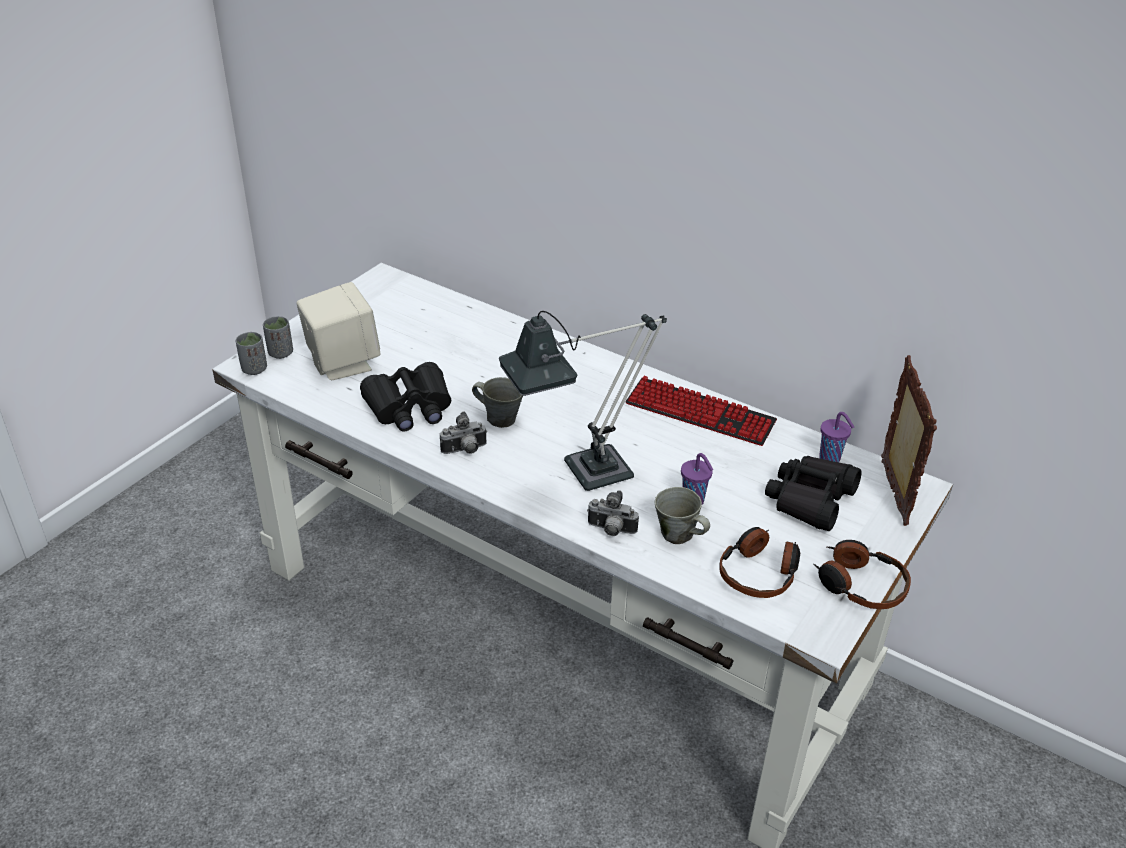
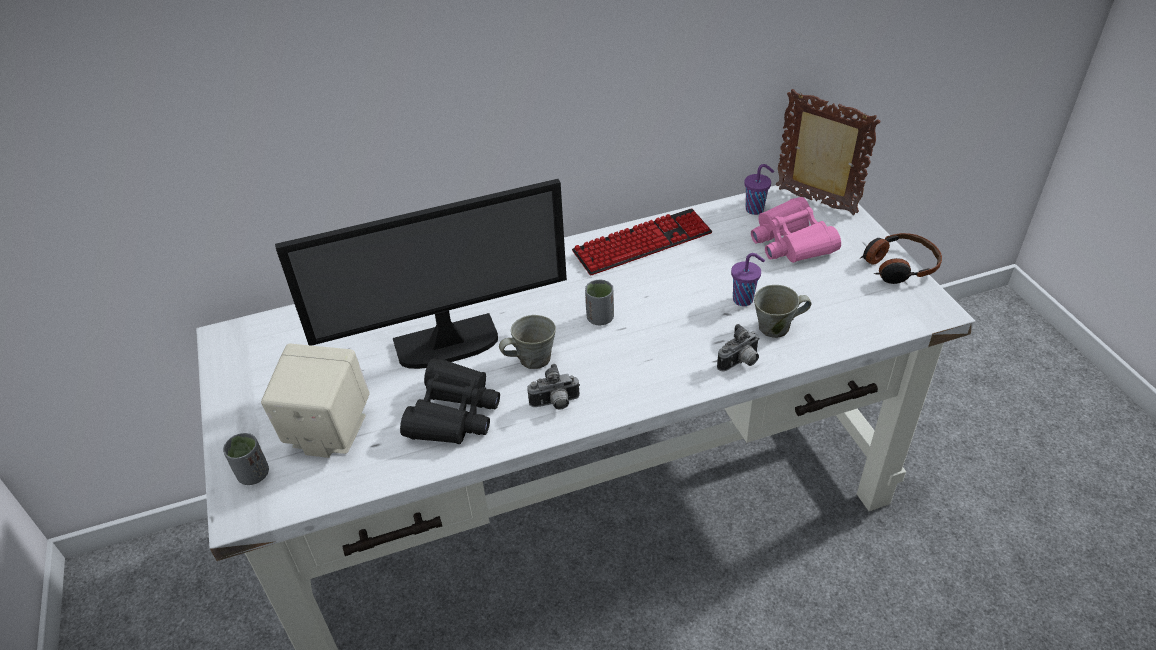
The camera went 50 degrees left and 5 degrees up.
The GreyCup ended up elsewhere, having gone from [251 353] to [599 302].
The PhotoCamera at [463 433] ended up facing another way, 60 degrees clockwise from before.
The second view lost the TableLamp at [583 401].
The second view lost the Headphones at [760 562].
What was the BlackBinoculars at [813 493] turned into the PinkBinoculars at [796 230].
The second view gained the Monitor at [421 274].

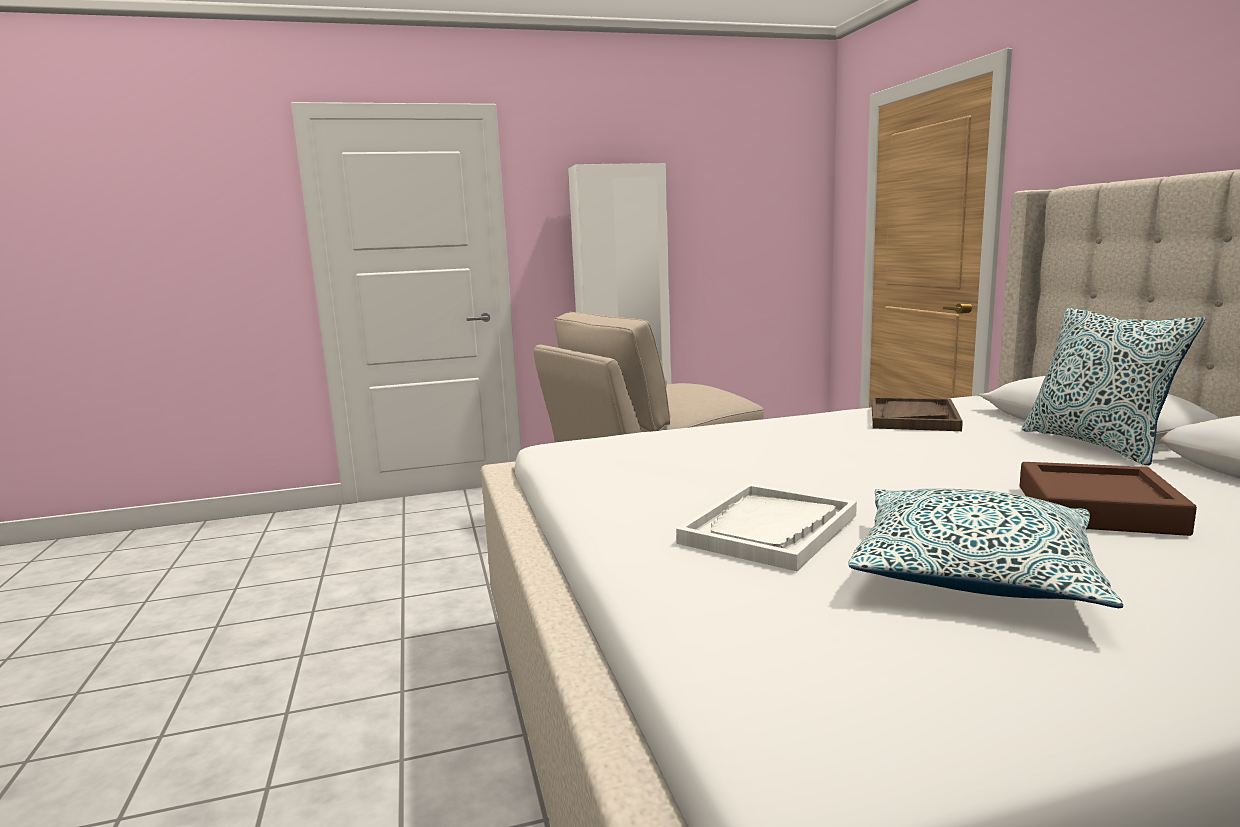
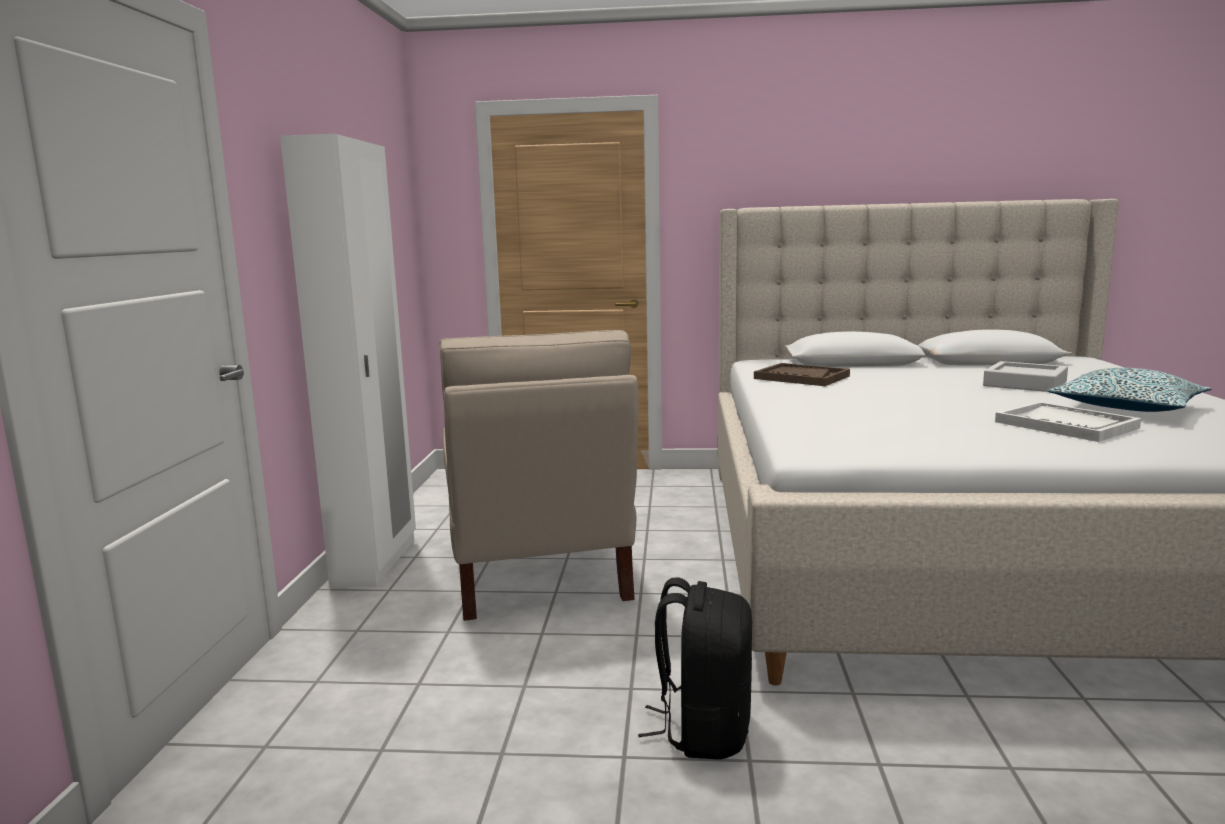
The camera went 70 degrees left and 0 degrees up.
What was the BrownTray at [1108 499] turned into the GreyTray at [1025 376].
The second view lost the Pillow at [1113 386].
The second view gained the BlackBackpack at [695 669].

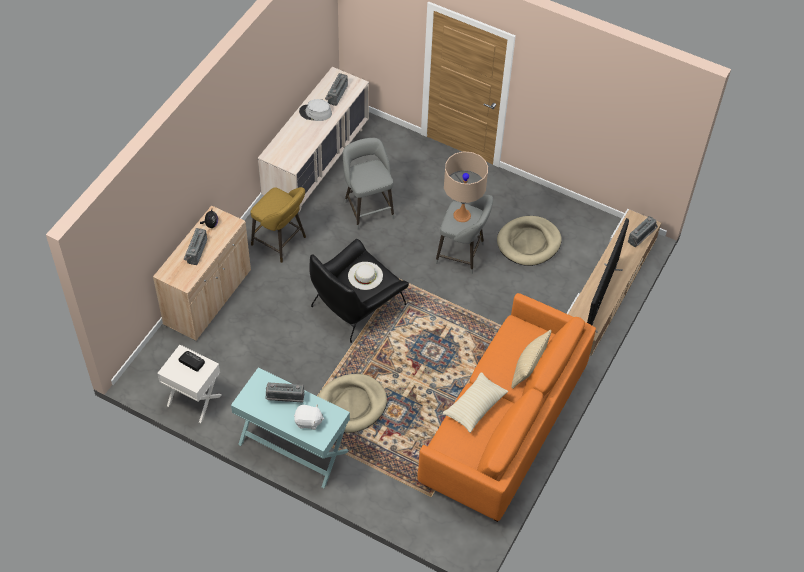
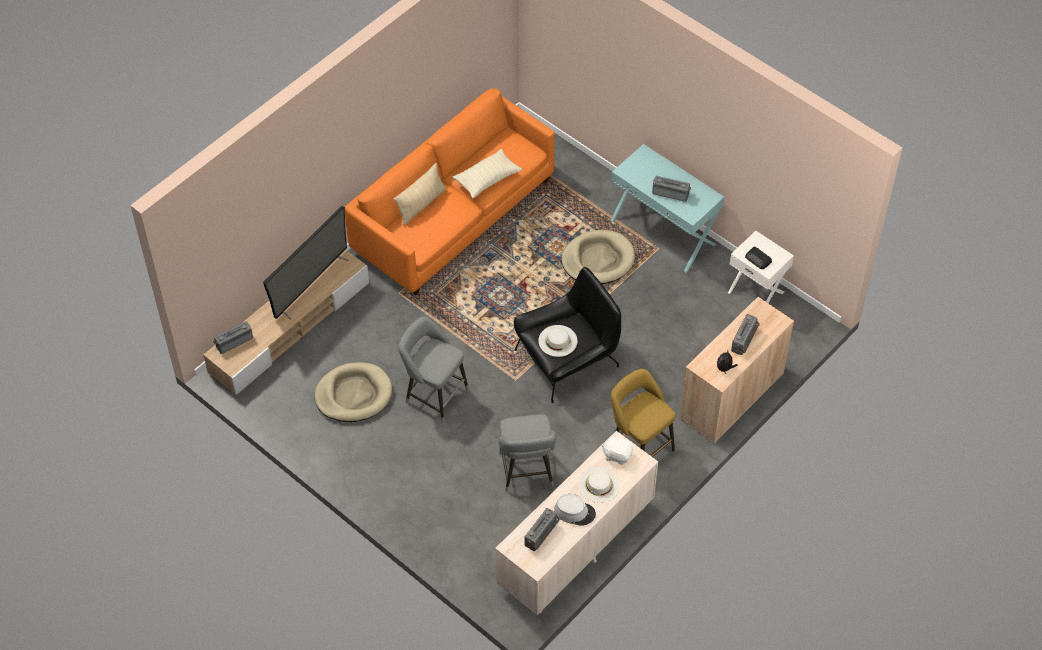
The camera went 165 degrees left and 0 degrees up.
The WhitePlushToy ended up elsewhere, having gone from [309 417] to [617 449].
The second view lost the BeigeTableLamp at [466 186].
The second view gained the WhiteHat at [599 484].

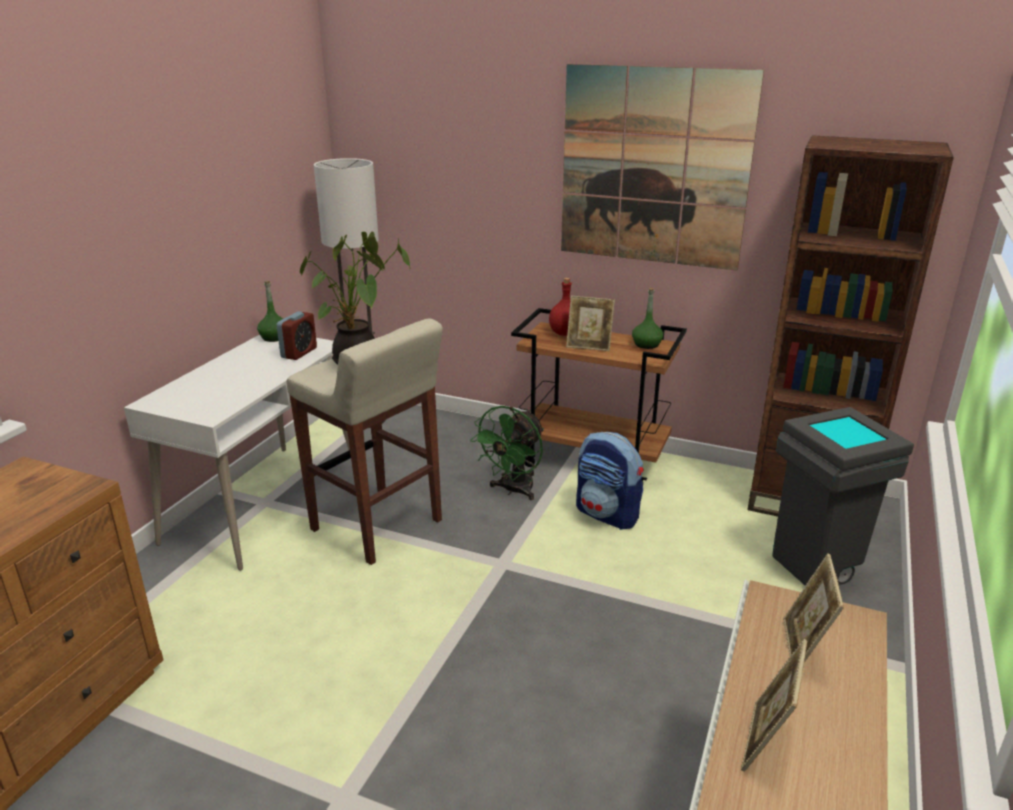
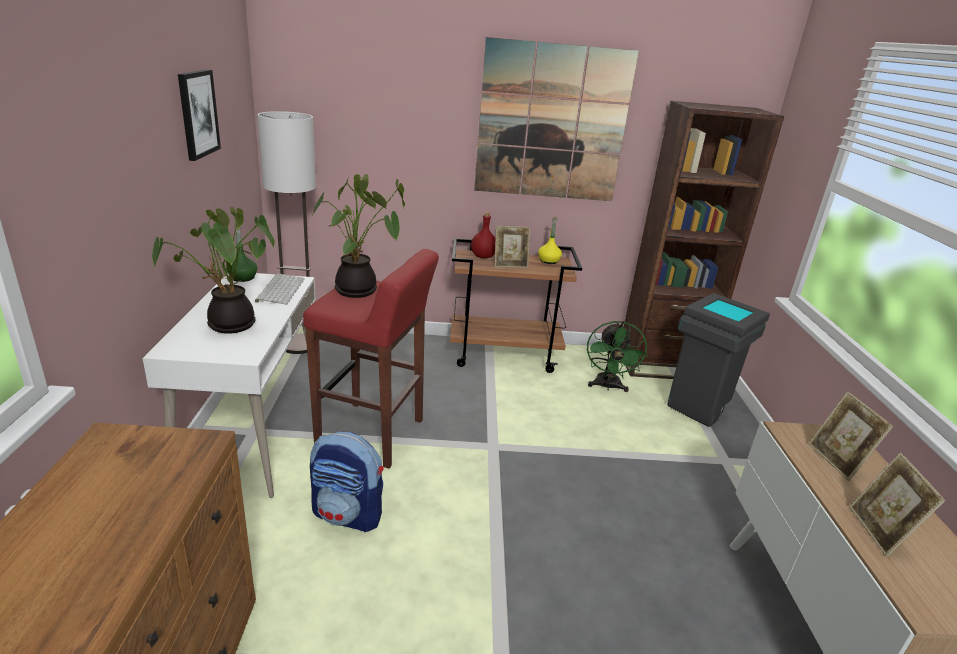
The camera went 25 degrees left and 0 degrees up.
Where the AlarmClock stood at [296 335], the Keyboard came to stand at [280 289].
What was the BeigeStool at [365 441] turned into the RedStool at [371 359].
The GreenFan ended up elsewhere, having gone from [507 453] to [617 356].
The Backpack ended up elsewhere, having gone from [610 481] to [347 481].
What was the GreenBottle at [647 318] turned into the YellowBottle at [550 240].
The second view gained the PottedPlant at [213 270].
The second view gained the Picture at [199 115].

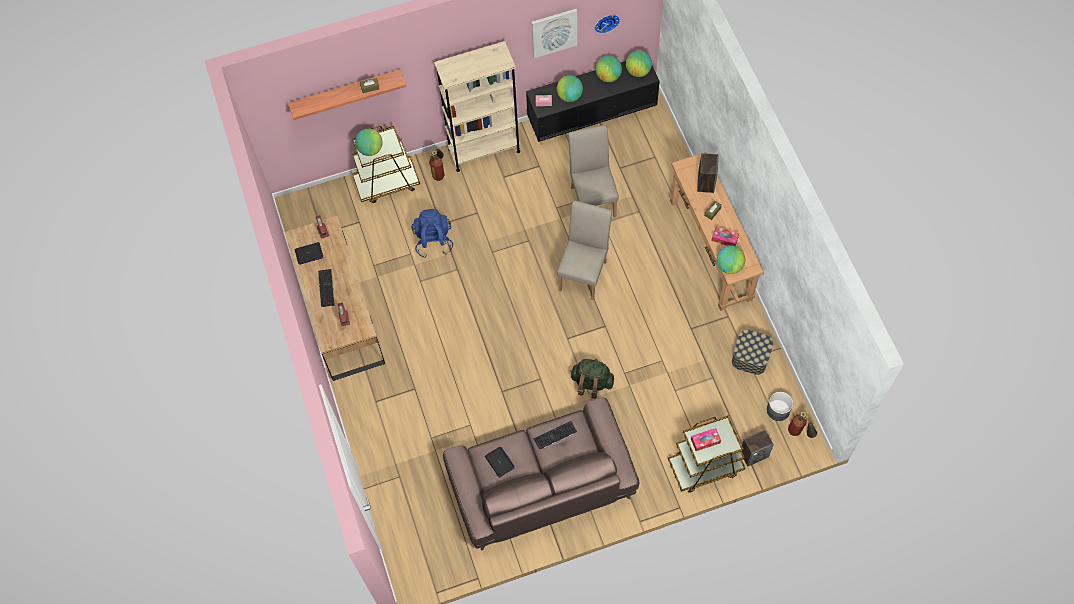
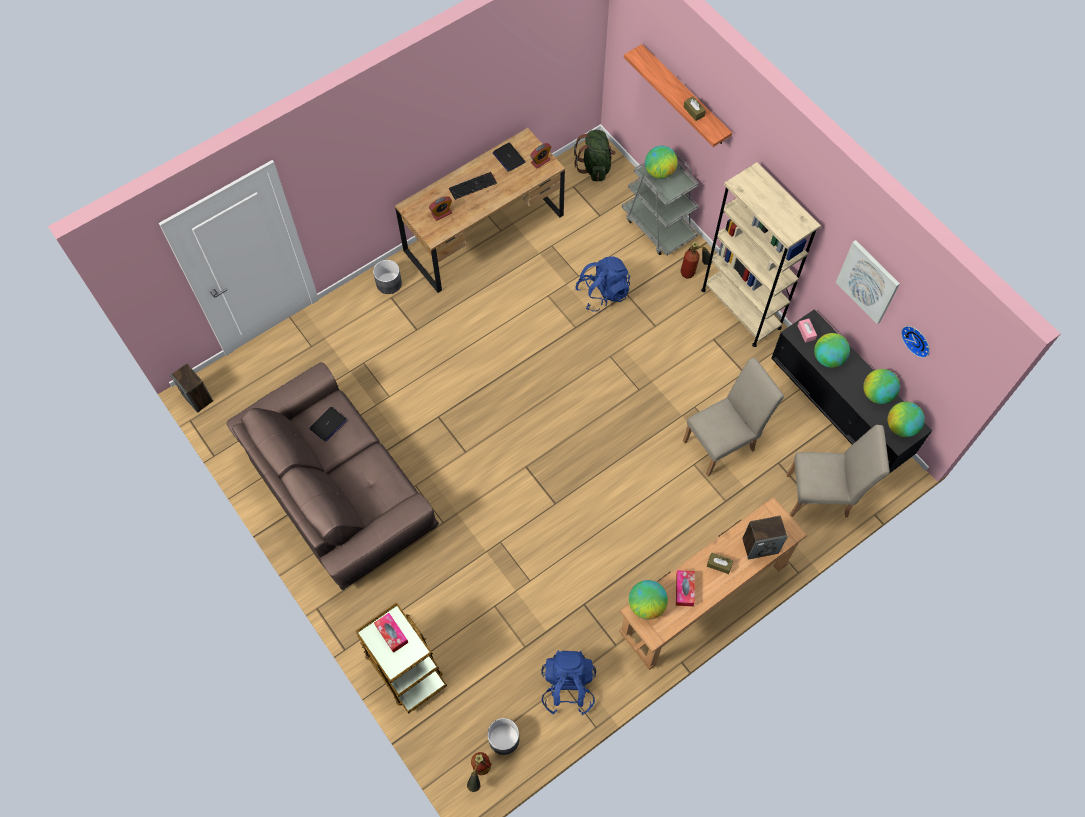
The camera went 70 degrees right and 0 degrees up.
What was the BrownCart at [386 164] turned into the GreyCart at [660 205].
The second view lost the Keyboard at [555 435].
The BeigeChair ended up elsewhere, having gone from [584 250] to [838 471].
The GreenBackpack ended up elsewhere, having gone from [592 379] to [595 156].
Where the StorageBox stood at [752 352], the BlueBackpack came to stand at [568 683].
The Speaker ended up elsewhere, having gone from [758 448] to [191 388].
The second view gained the GreyPlanter at [387 277].

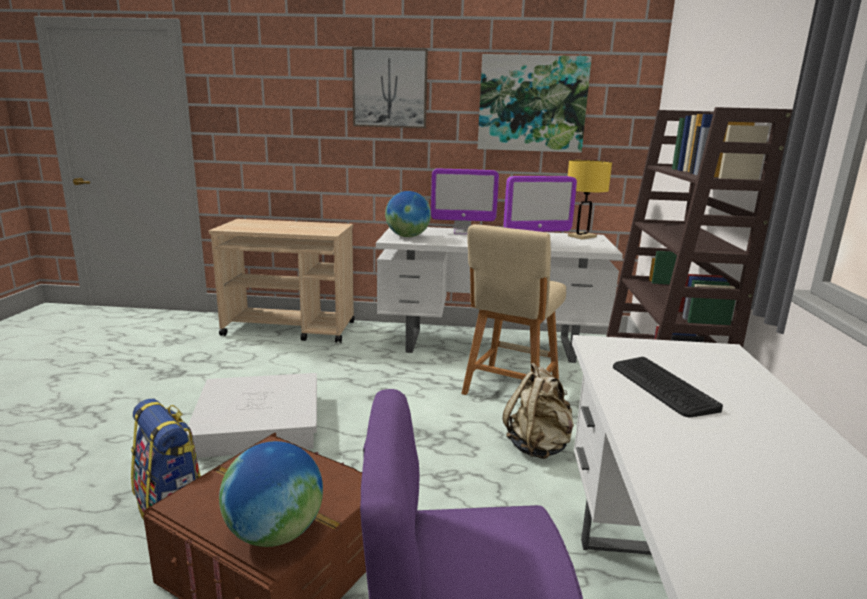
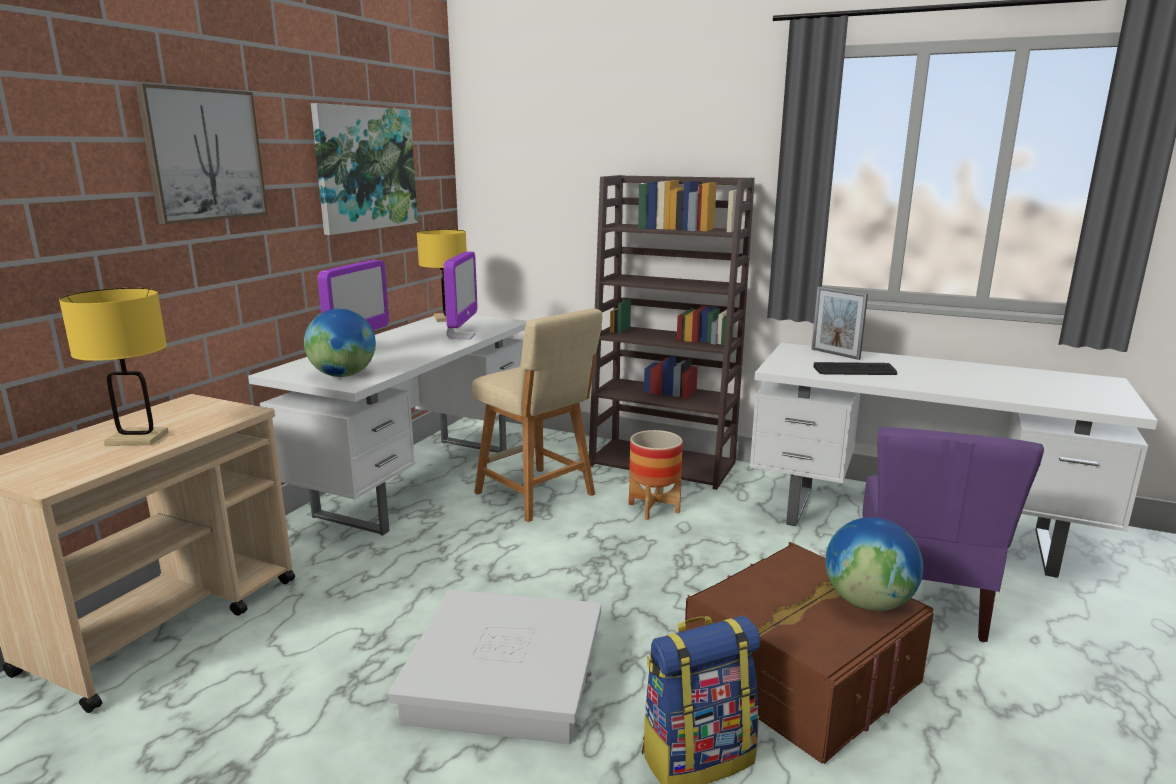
The camera went 70 degrees left and 0 degrees up.
Where the BeigeBackpack stood at [538 411], the Planter came to stand at [656 475].
The second view gained the YellowTableLamp at [114 367].
The second view gained the PictureFrame at [839 323].

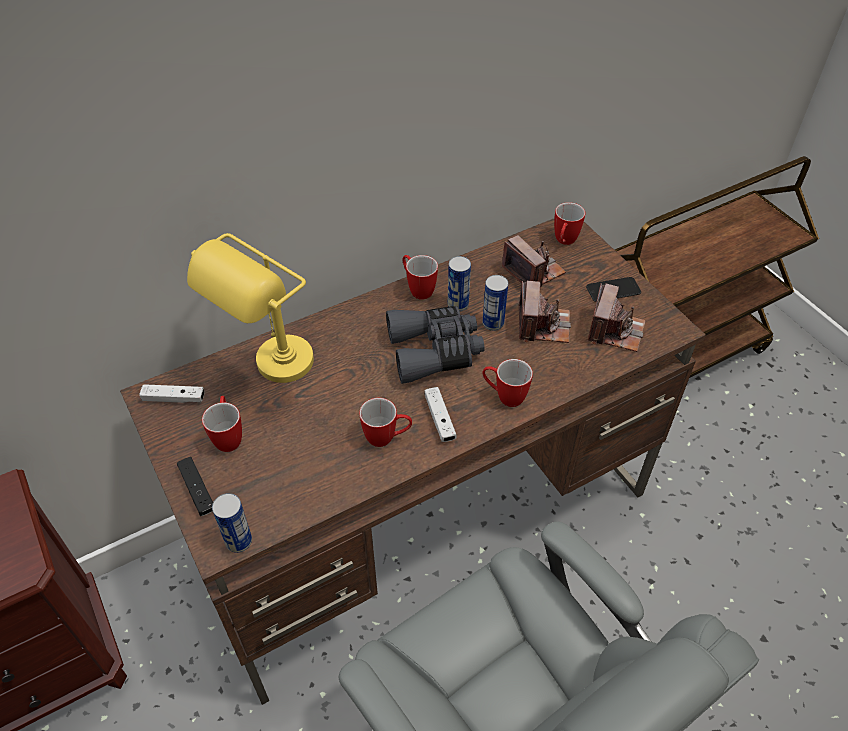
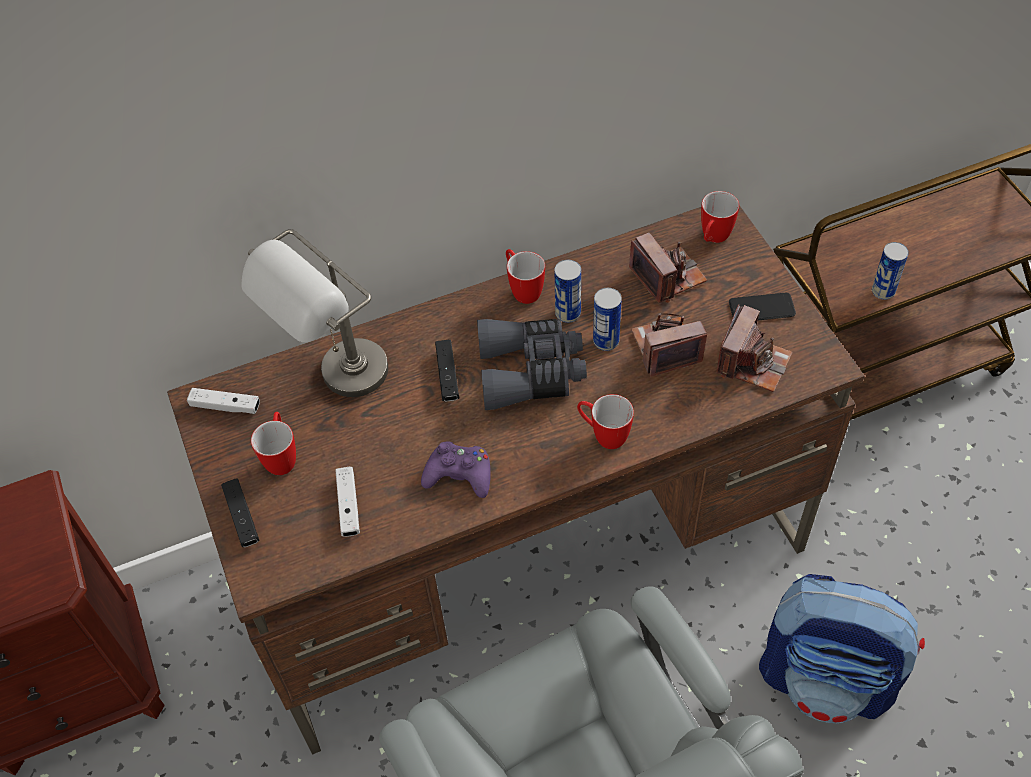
The camera went 10 degrees right and 5 degrees up.
What was the YellowTableLamp at [250 308] turned into the GreyTableLamp at [315 313].
The Can ended up elsewhere, having gone from [232 523] to [890 271].
Where the Mug stood at [385 422], the PurpleGameController came to stand at [456 470].
The WhiteGameController ended up elsewhere, having gone from [440 414] to [347 502].
The PhotoCamera at [545 312] ended up facing another way, 120 degrees counterclockwise from before.
The second view gained the BlackGameController at [447 370].
The second view gained the Backpack at [842 648].

